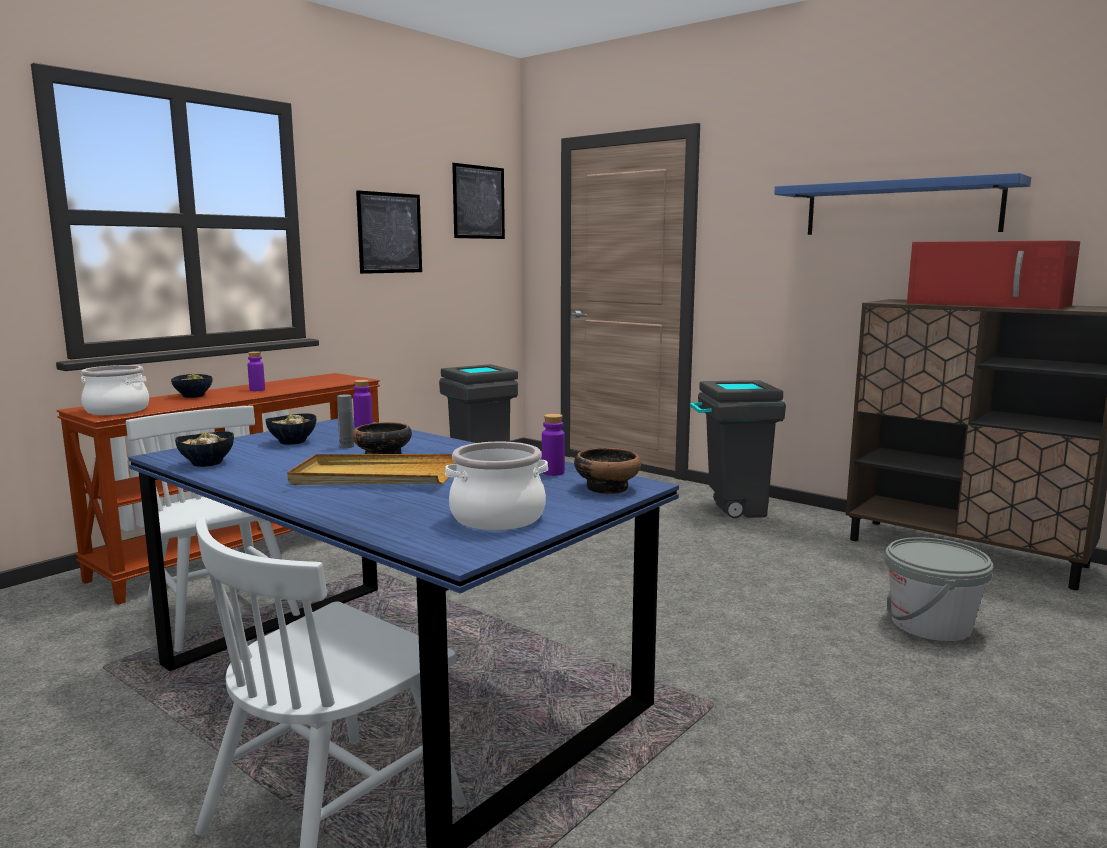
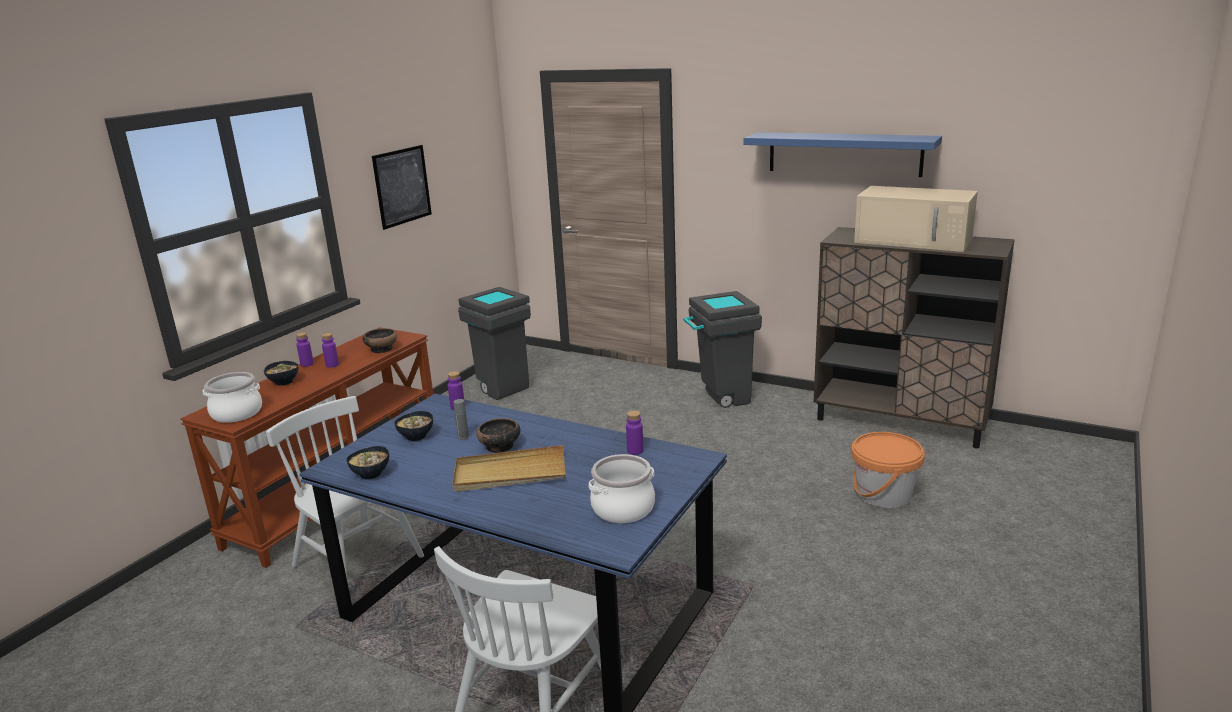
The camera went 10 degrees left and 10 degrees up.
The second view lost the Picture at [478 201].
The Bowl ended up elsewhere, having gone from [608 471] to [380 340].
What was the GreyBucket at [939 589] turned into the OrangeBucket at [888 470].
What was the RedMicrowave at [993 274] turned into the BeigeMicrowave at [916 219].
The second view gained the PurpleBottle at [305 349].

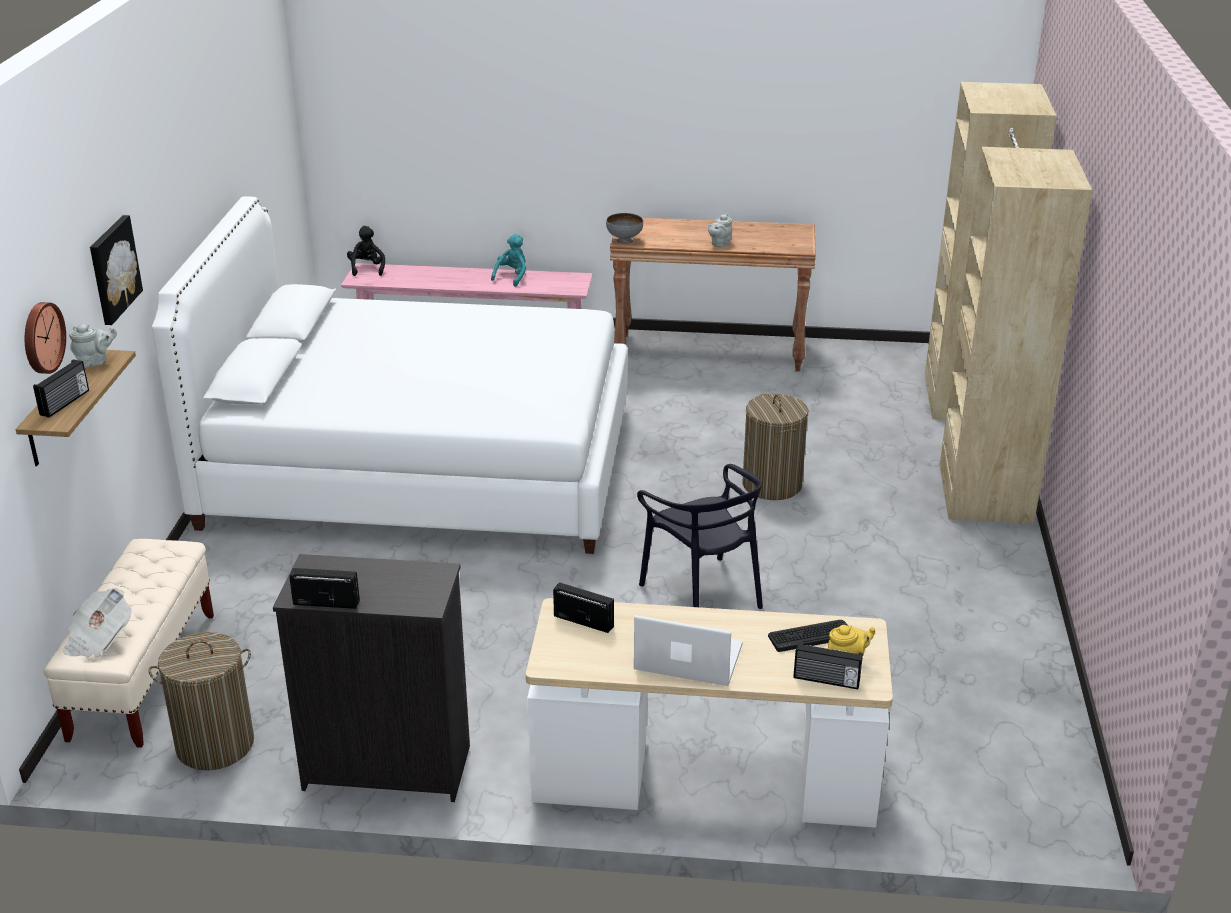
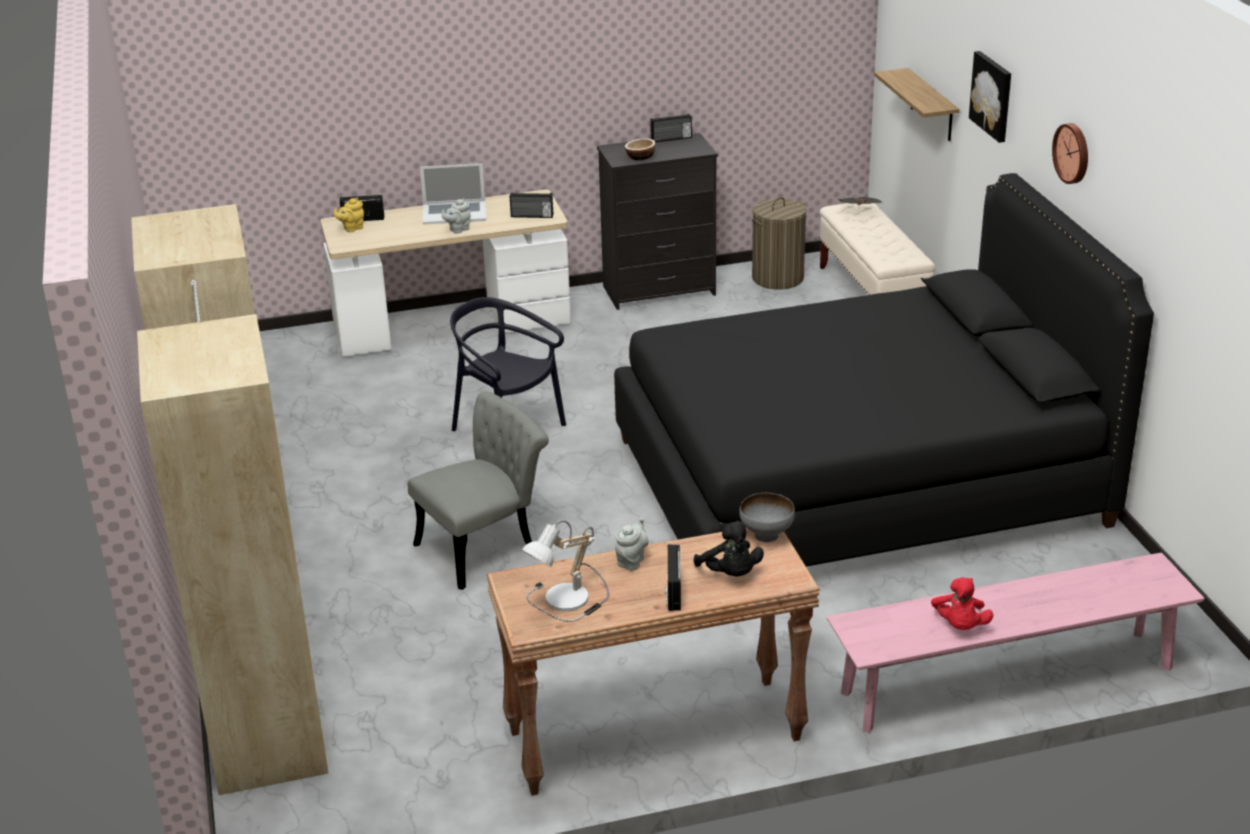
The camera went 160 degrees right and 0 degrees up.
The WallClock ended up elsewhere, having gone from [45 338] to [1070 153].
The Radio ended up elsewhere, having gone from [61 388] to [673 577].
The GreyTeapot ended up elsewhere, having gone from [93 346] to [456 216].
What was the WhiteBed at [390 375] turned into the BlackBed at [884 370].
The BlackPlushToy ended up elsewhere, having gone from [366 251] to [728 549].
What was the TurquoisePlushToy at [508 260] turned into the RedPlushToy at [962 603].
Where the LaundryBasket stood at [775 447], the GreyChair came to stand at [478 490].
The second view lost the Keyboard at [808 636].
The second view gained the TableLamp at [565 571].
The second view gained the Bowl at [640 149].

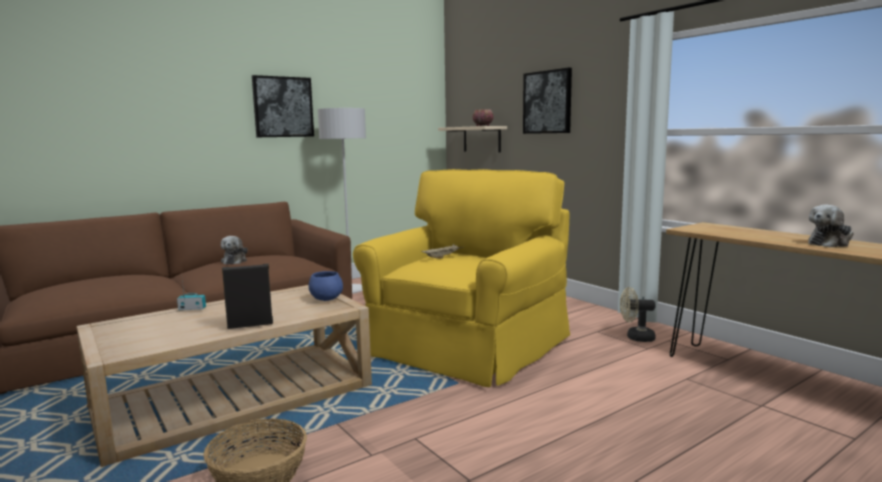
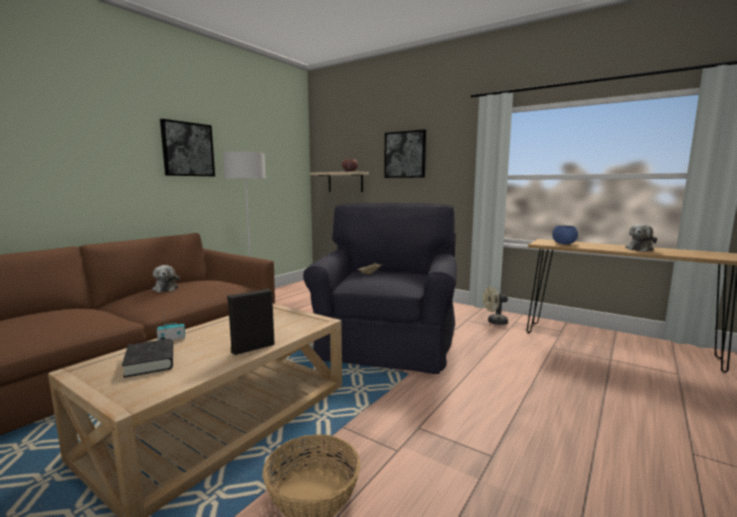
The camera went 20 degrees left and 0 degrees up.
The BlueBowl ended up elsewhere, having gone from [326 286] to [565 235].
What was the YellowArmchair at [461 278] turned into the BlackArmchair at [380 288].
The second view gained the BlackBook at [147 358].

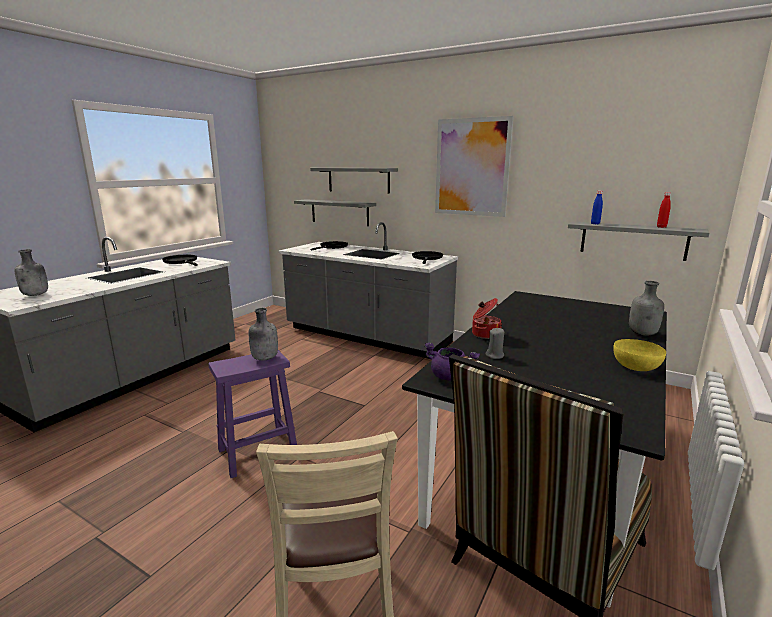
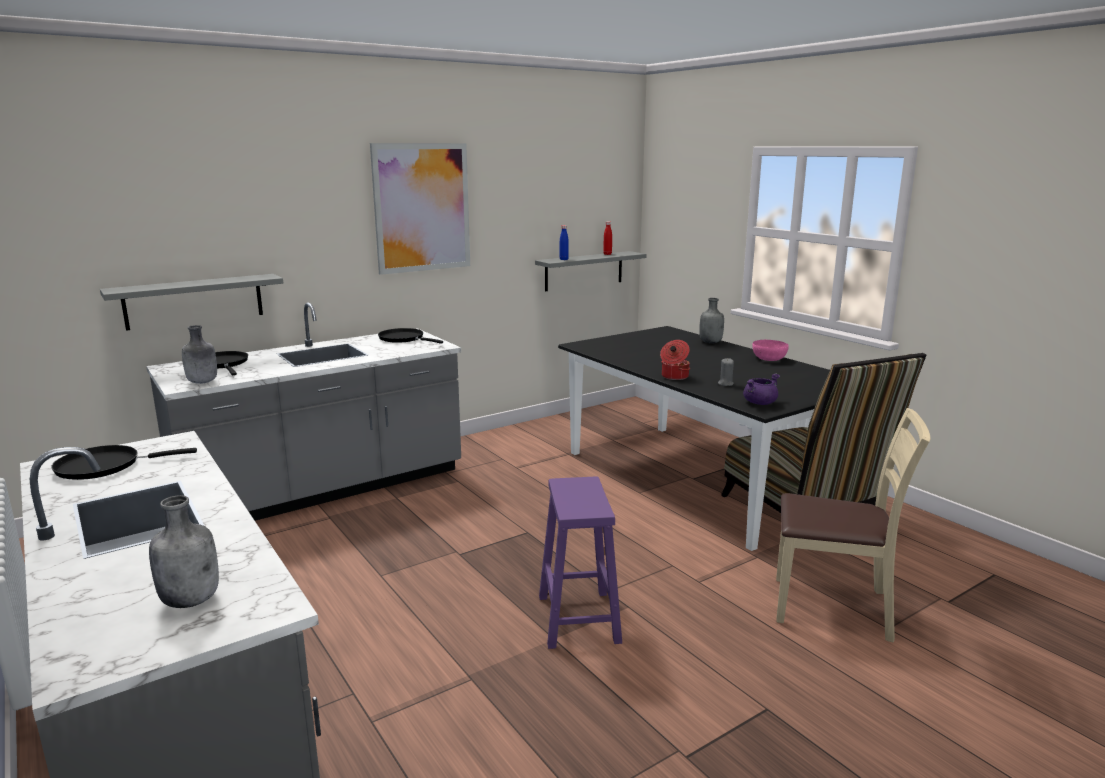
The camera went 65 degrees left and 0 degrees up.
The GreyBottle ended up elsewhere, having gone from [263 334] to [199 354].
The second view lost the GreyShelf at [354 181].
What was the YellowBowl at [639 355] turned into the PinkBowl at [770 350].

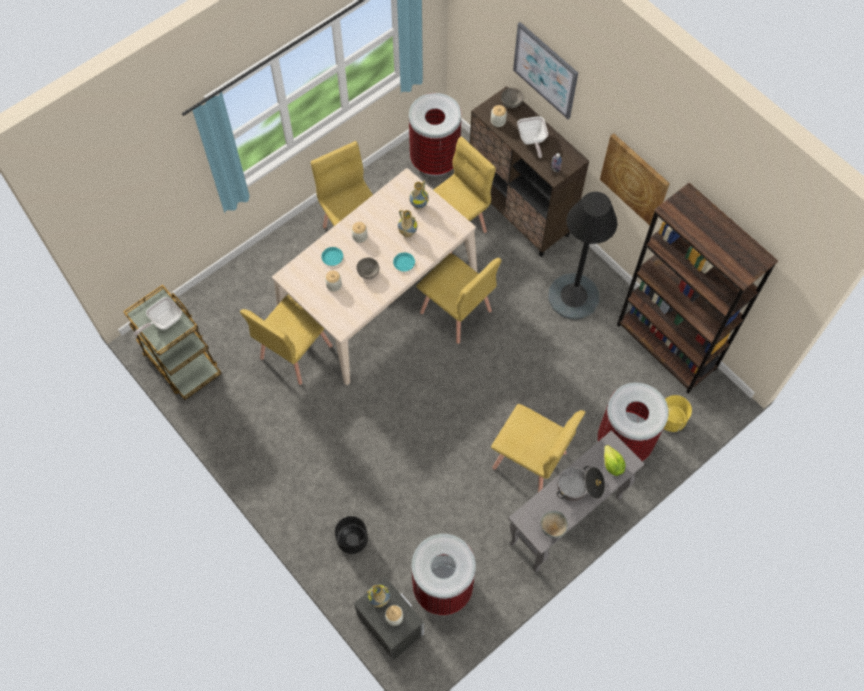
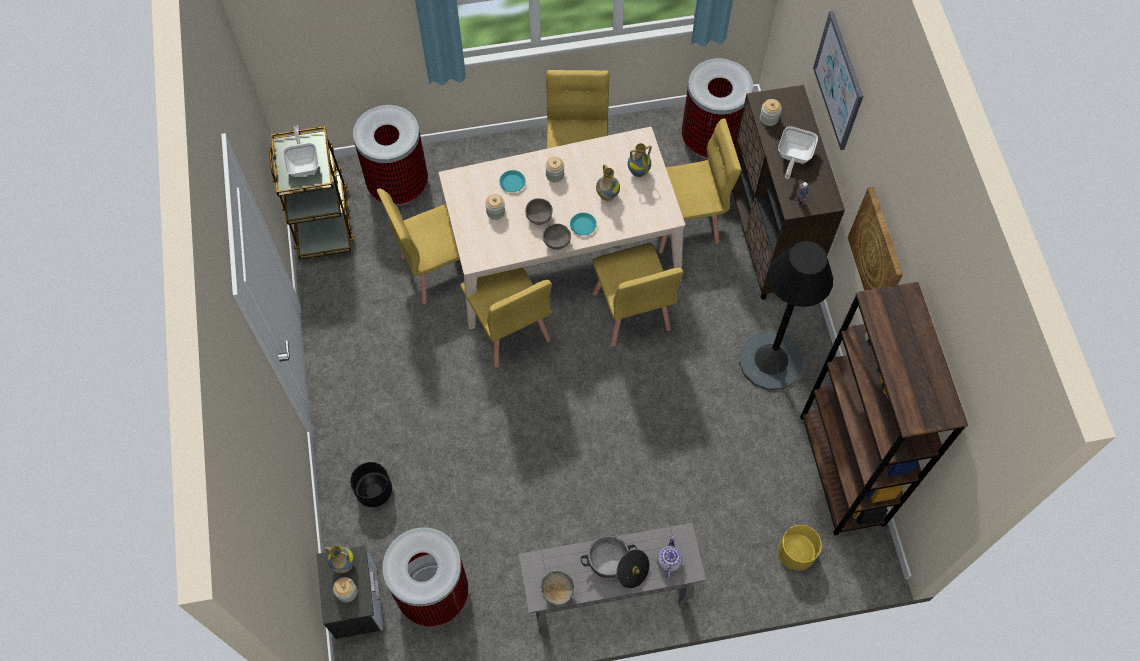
The camera went 30 degrees right and 0 degrees up.
The FryingPan at [158 316] ended up facing another way, 90 degrees clockwise from before.
The YellowChair ended up elsewhere, having gone from [538 448] to [506 317].
The GreyBowl ended up elsewhere, having gone from [512 98] to [557 237].
The TrashCan ended up elsewhere, having gone from [633 422] to [390 155].
Where the Lettuce stood at [615 460], the Teapot came to stand at [670 558].

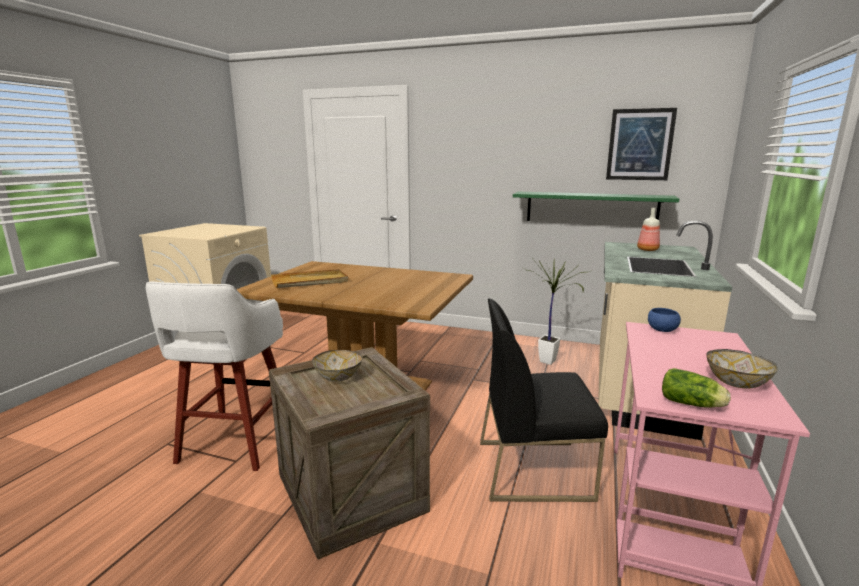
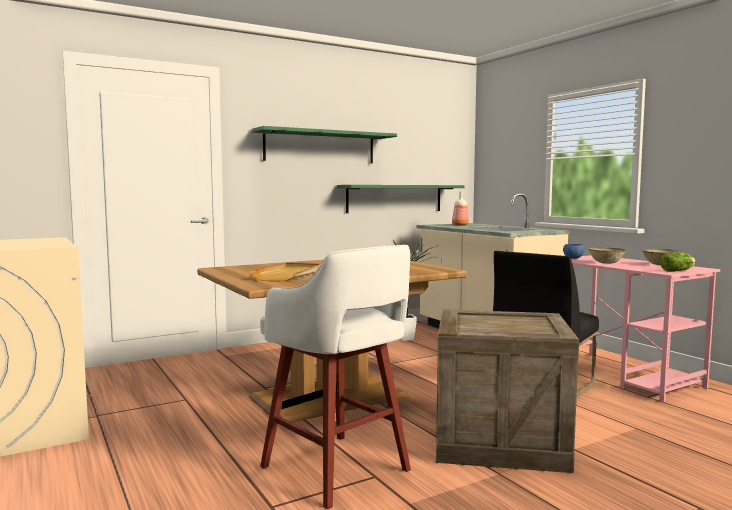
The camera went 50 degrees left and 10 degrees down.
The Bowl ended up elsewhere, having gone from [337 366] to [607 255].
The second view lost the Picture at [641 144].
The second view gained the GreenShelf at [324 144].

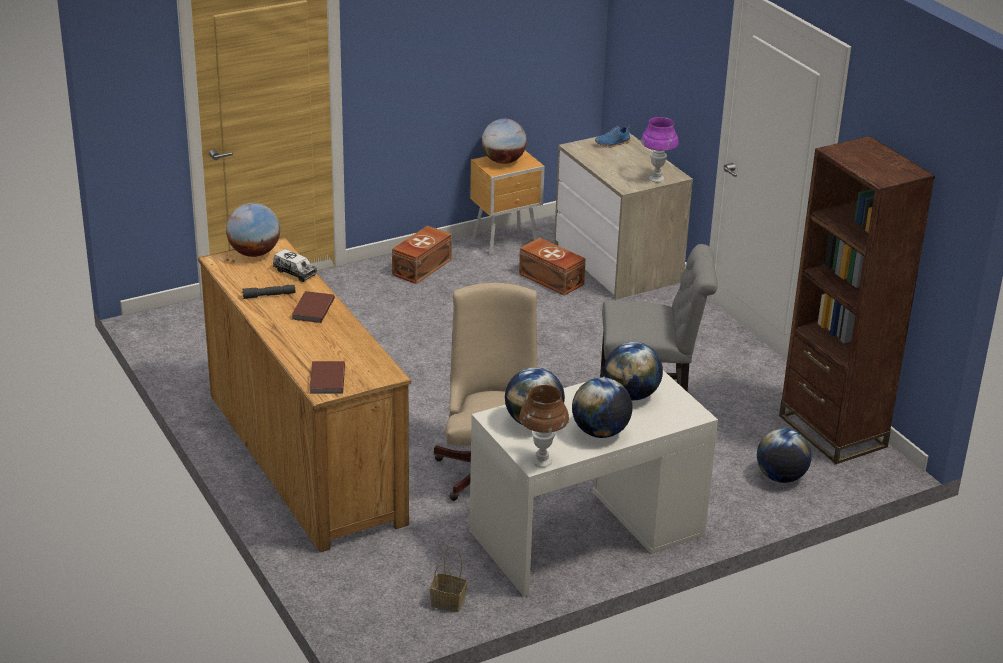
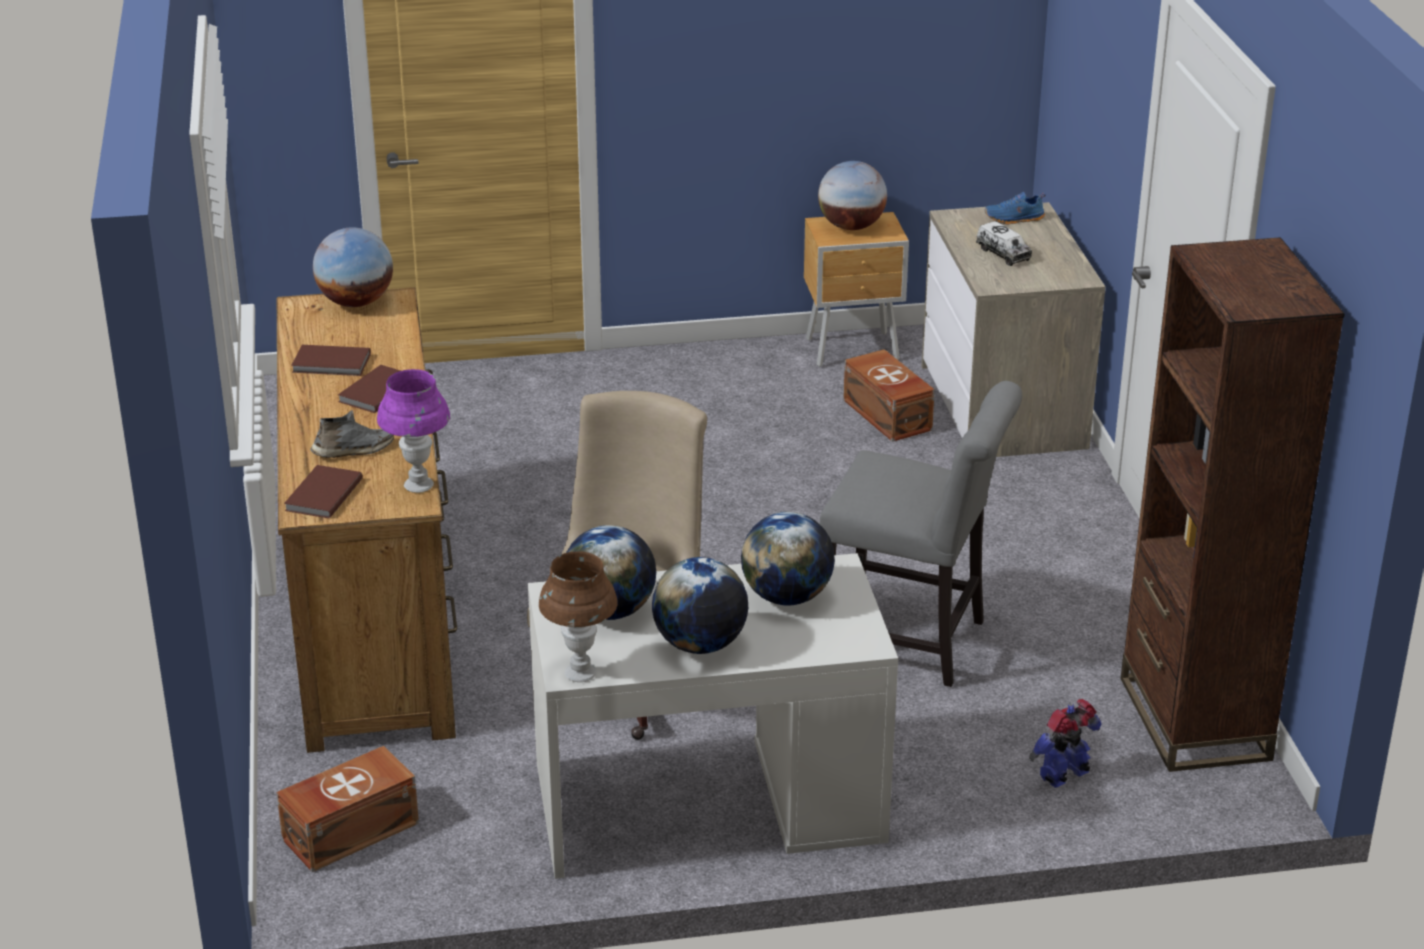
The camera went 20 degrees right and 0 degrees up.
Where the GreyFlashlight stood at [268 292], the BrownBook came to stand at [331 360].
The ToyTruck ended up elsewhere, having gone from [295 265] to [1004 243].
The BrownStorageBox ended up elsewhere, having gone from [422 255] to [347 809].
The second view lost the Basket at [448 579].
The PurpleTableLamp ended up elsewhere, having gone from [660 149] to [413 431].
Where the Globe stood at [784 455], the ToyRobot came to stand at [1065 743].
The second view gained the GreyShoe at [352 434].

